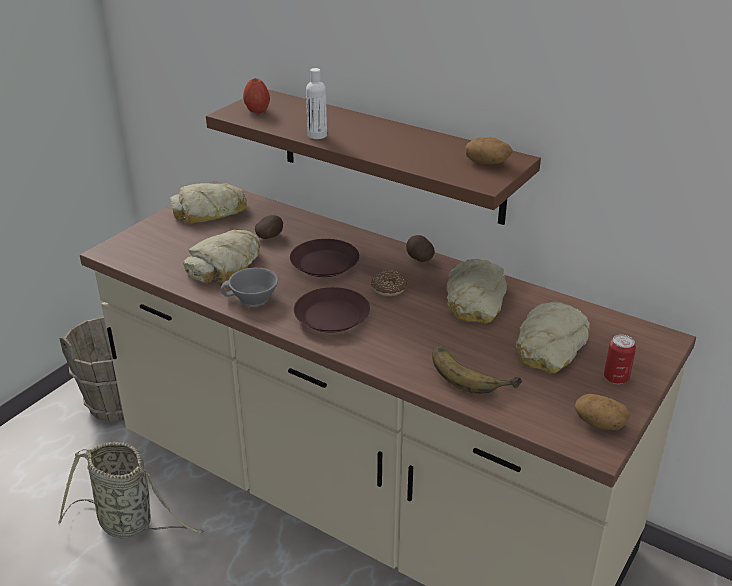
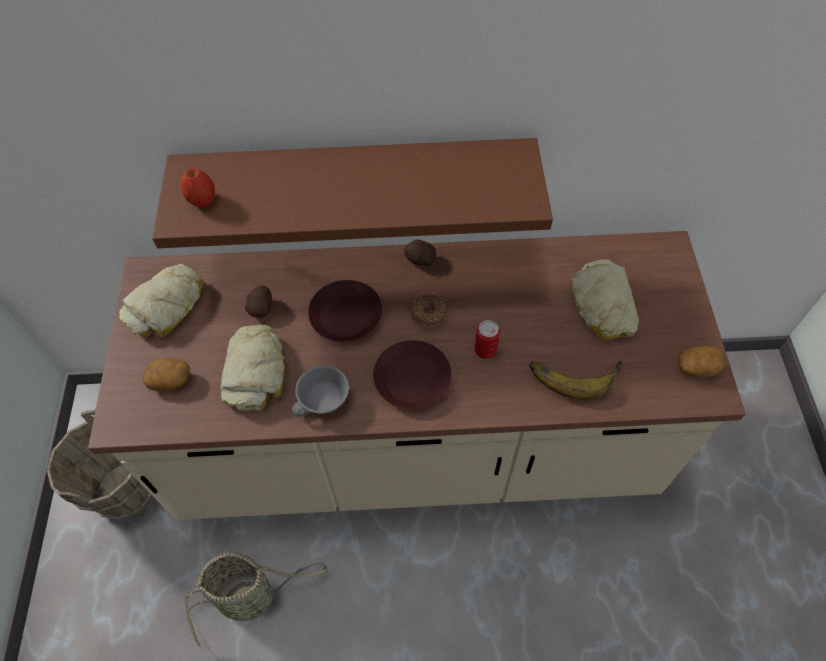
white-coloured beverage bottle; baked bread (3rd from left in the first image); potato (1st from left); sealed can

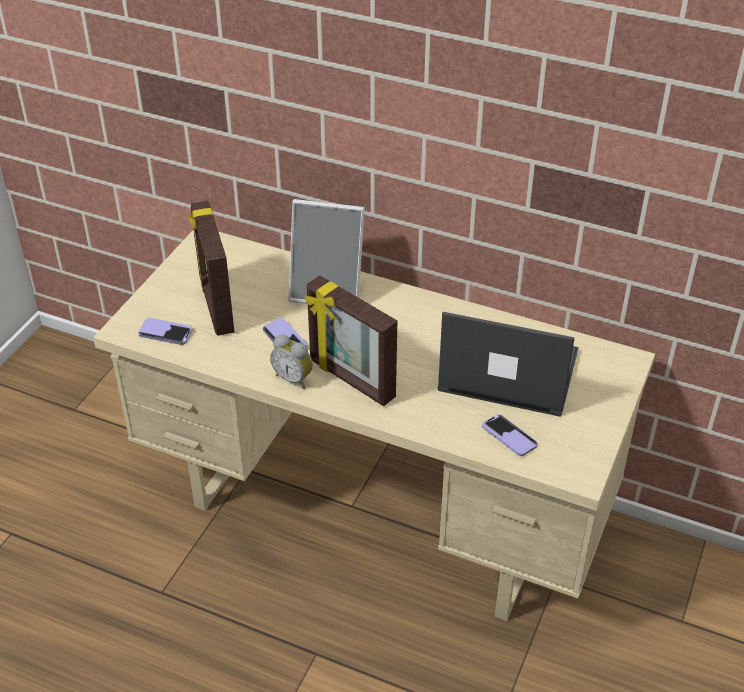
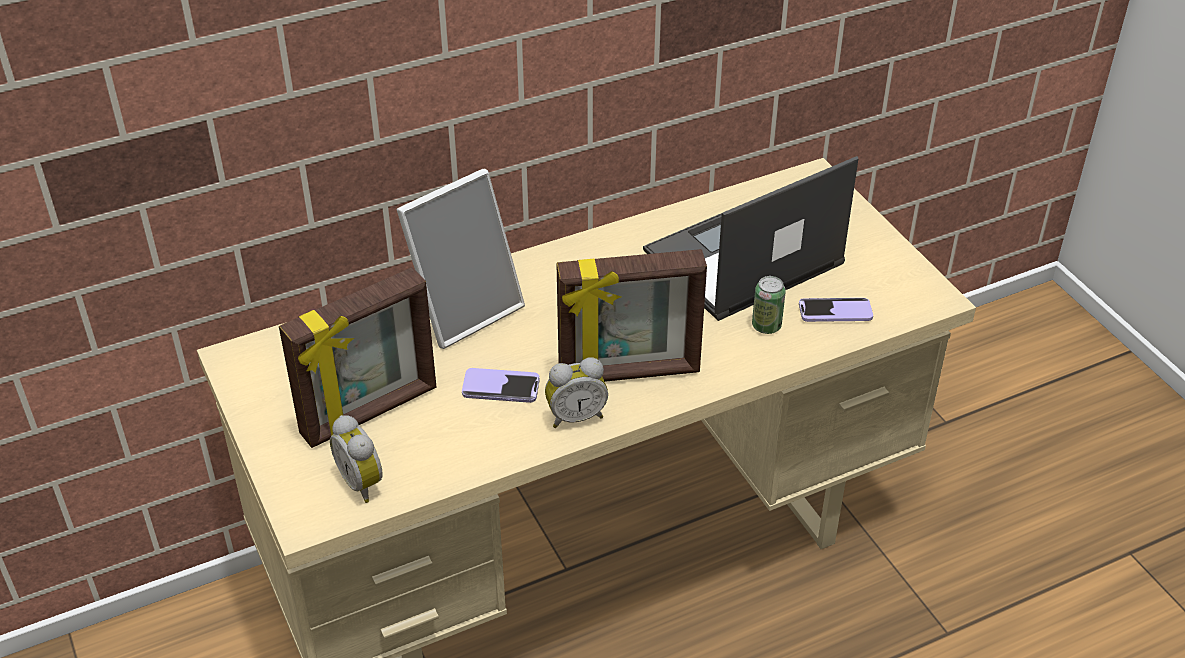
sealed can; alarm clock (1st from left); standing frame (1st from left)

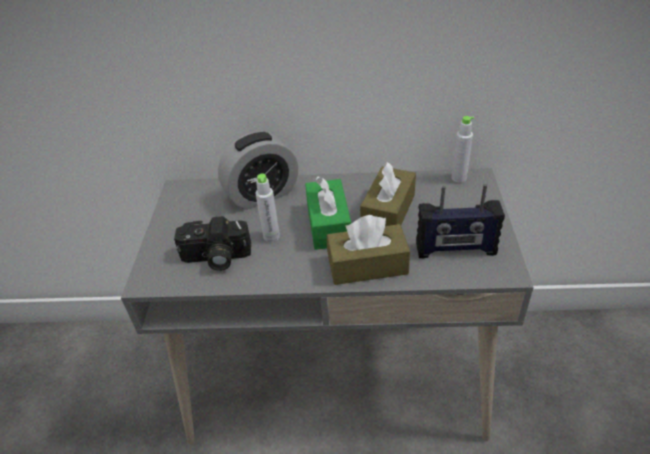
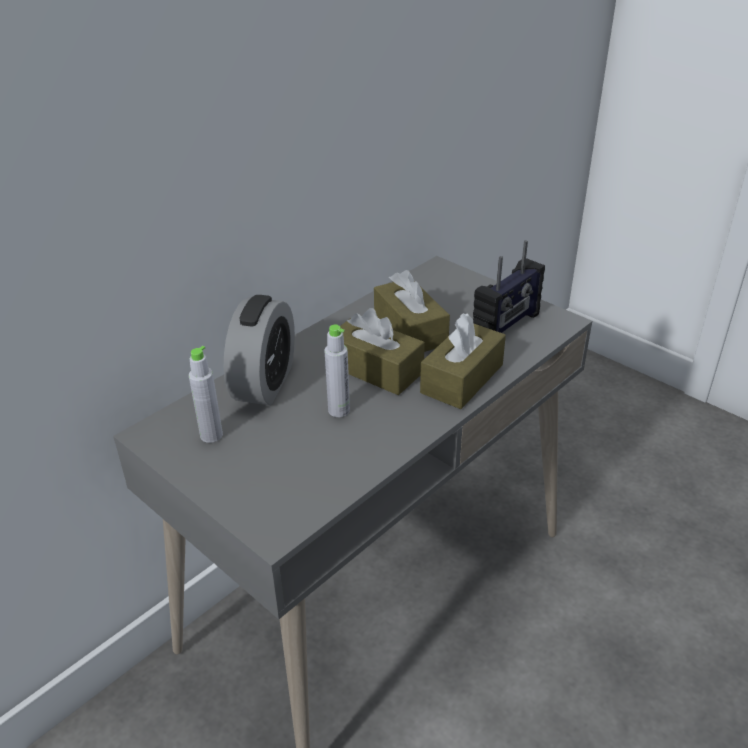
still camera; greyish beverage bottle (1st from left); brownish tissue box (1st from left)

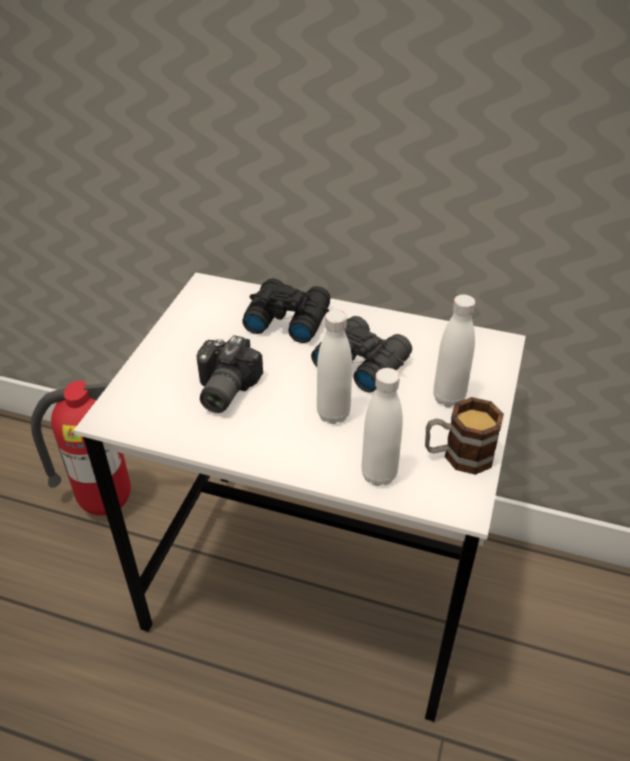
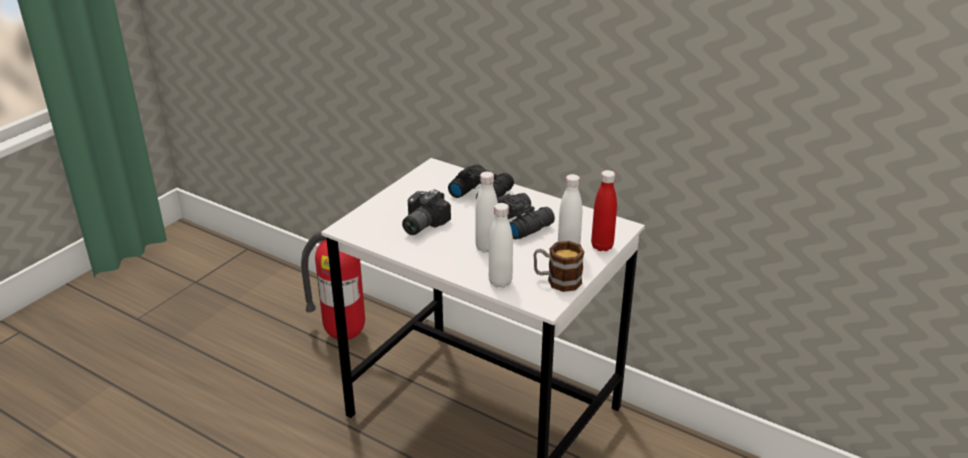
red-coloured beverage bottle

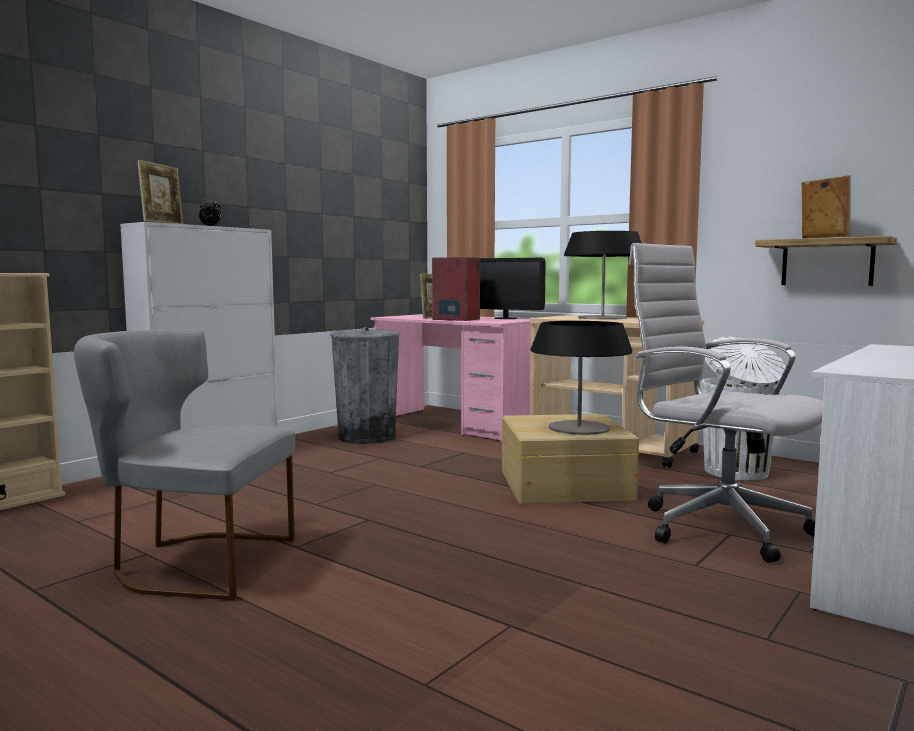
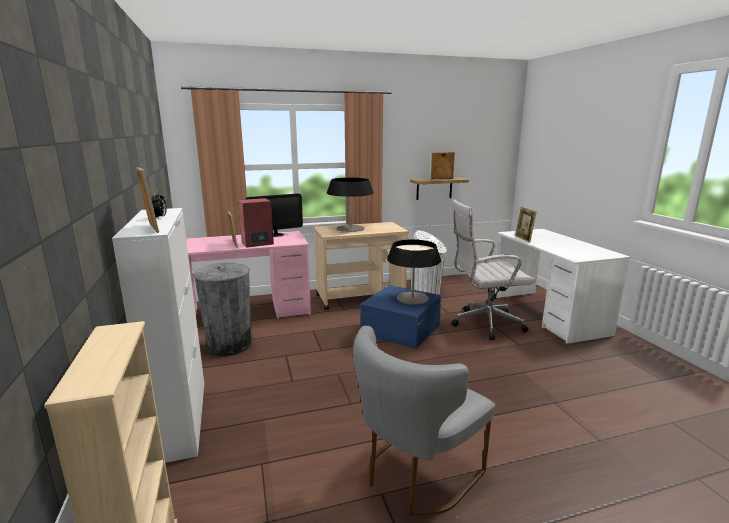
standing frame (4th from left); blue-coloured storage box

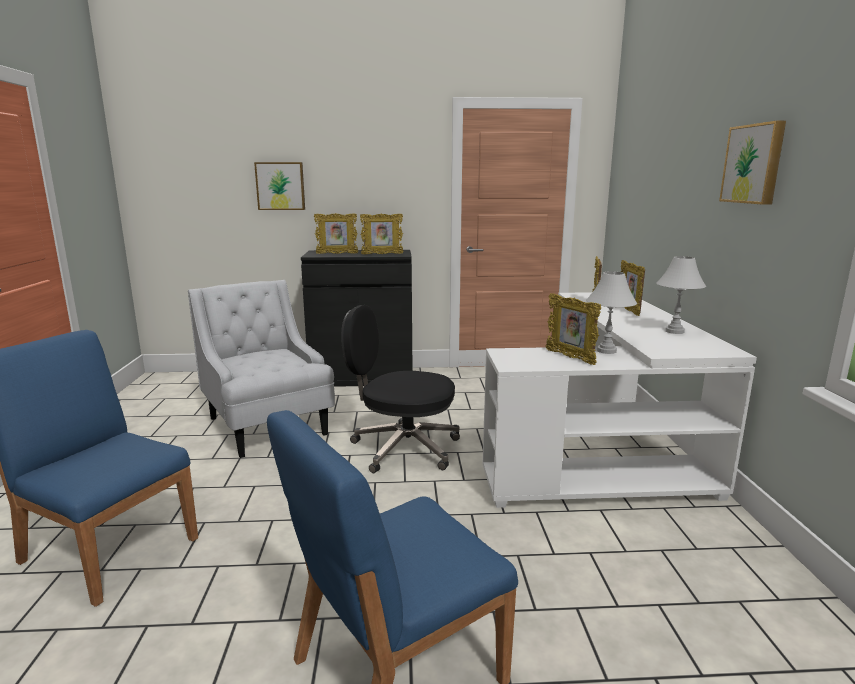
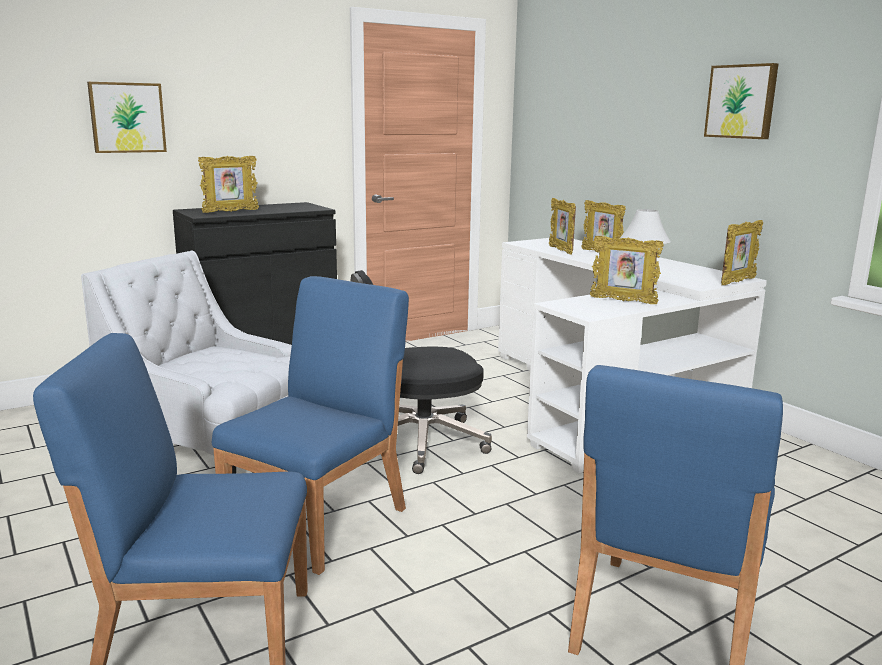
white-coloured tabletop lamp (2nd from left in the first image); blue-coloured plain chair (2nd from left); standing frame (5th from left)

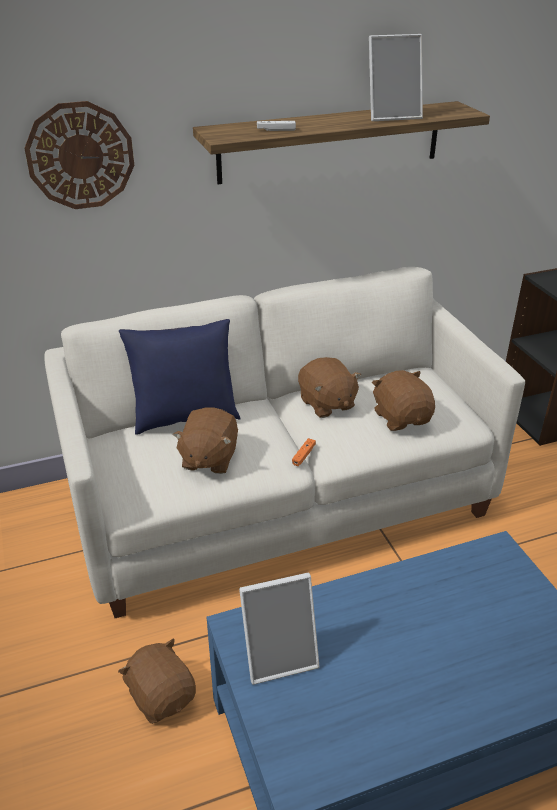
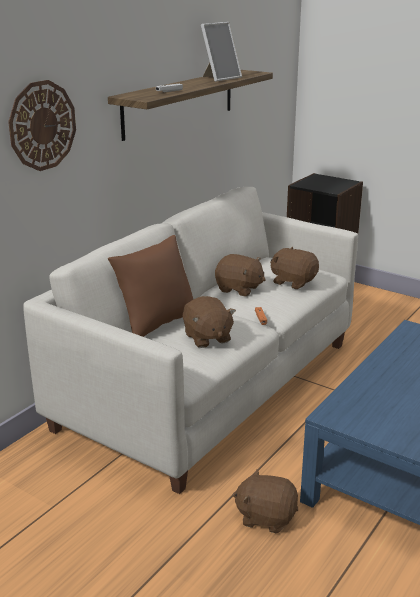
standing frame (1st from left in the first image); brownish throw pillow

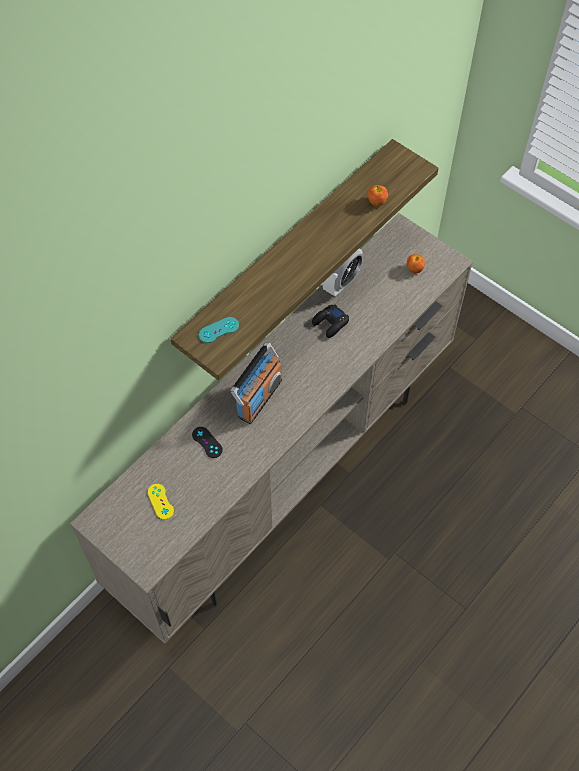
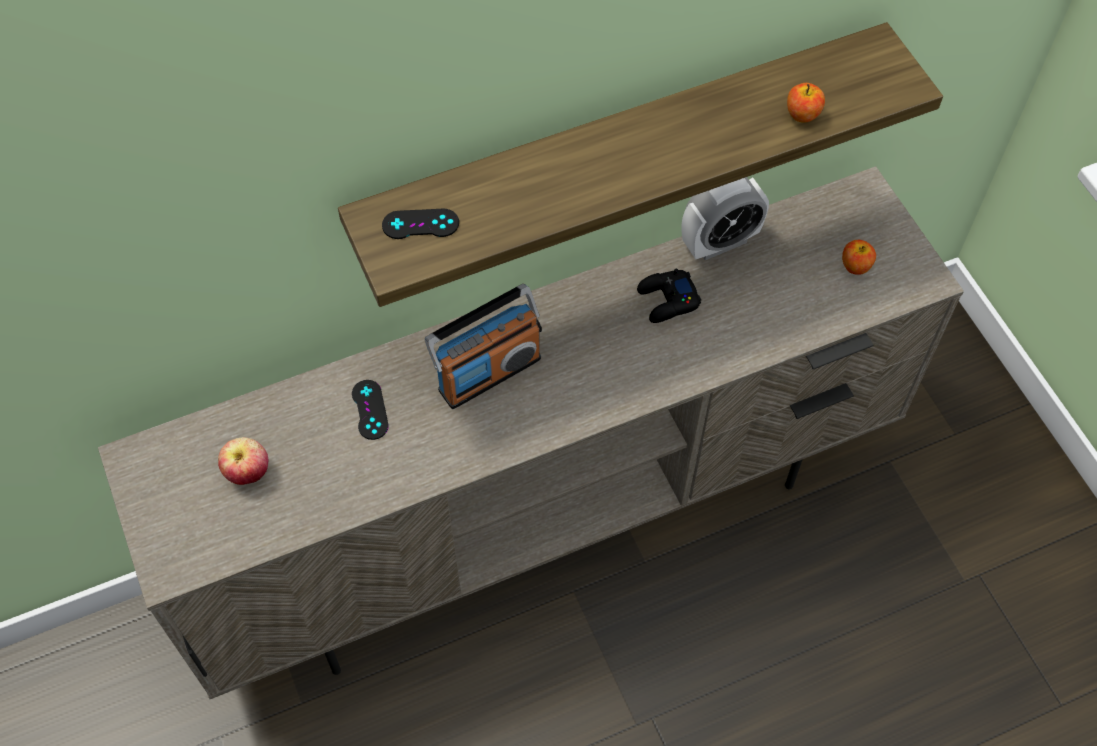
apple fruit (1st from left); black-coloured joypad (2nd from left)

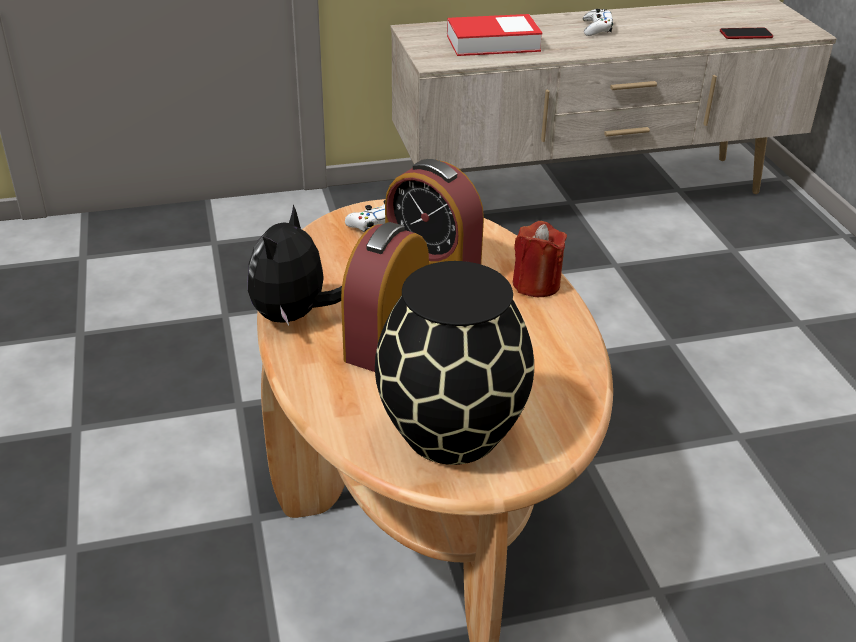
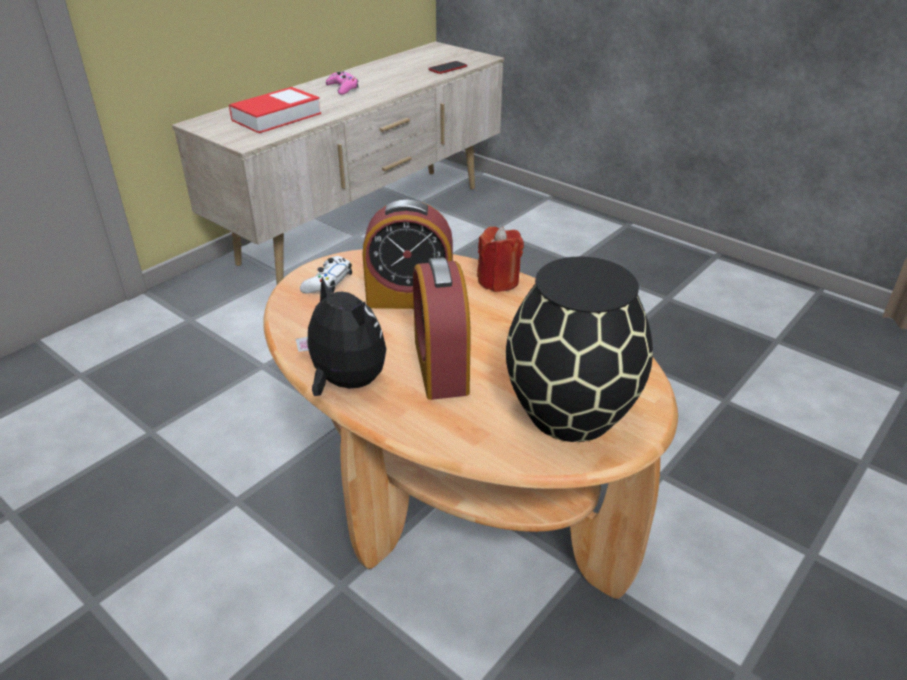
pinkish joypad; cuddly toy

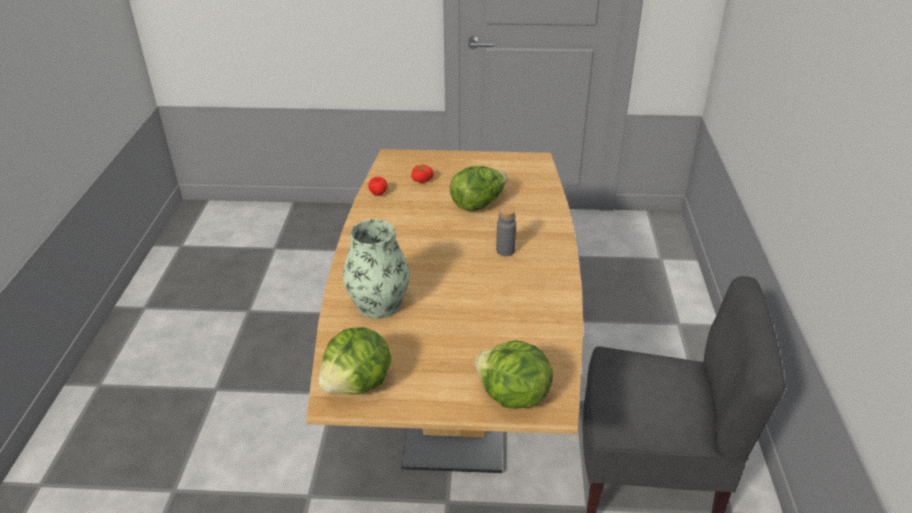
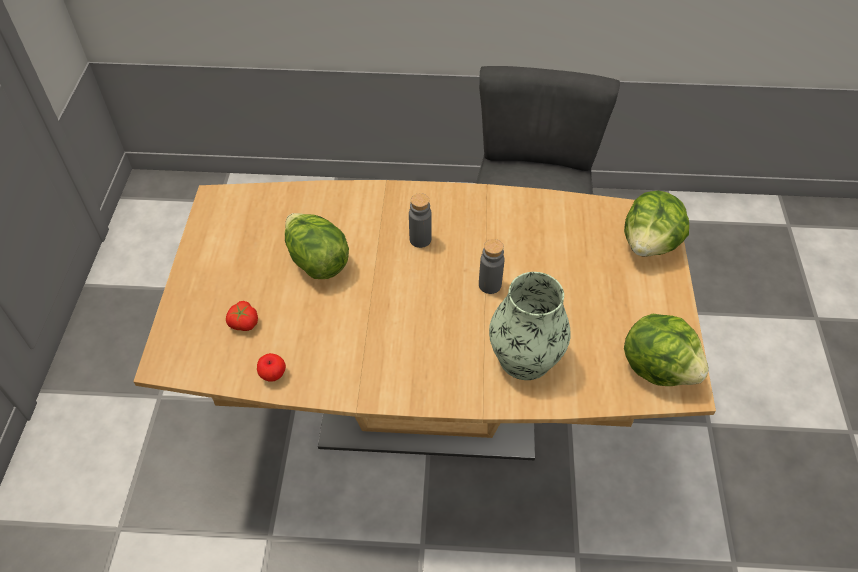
greyish beverage bottle (2nd from left)

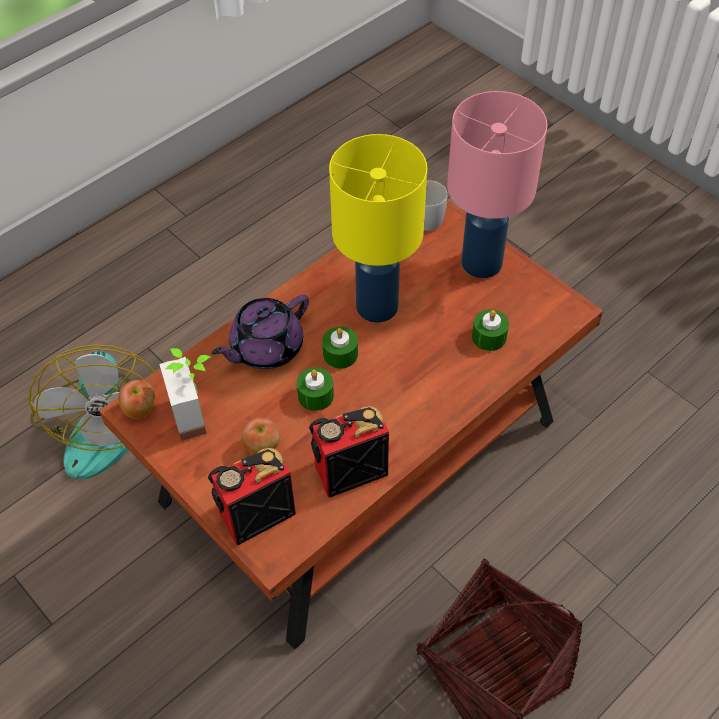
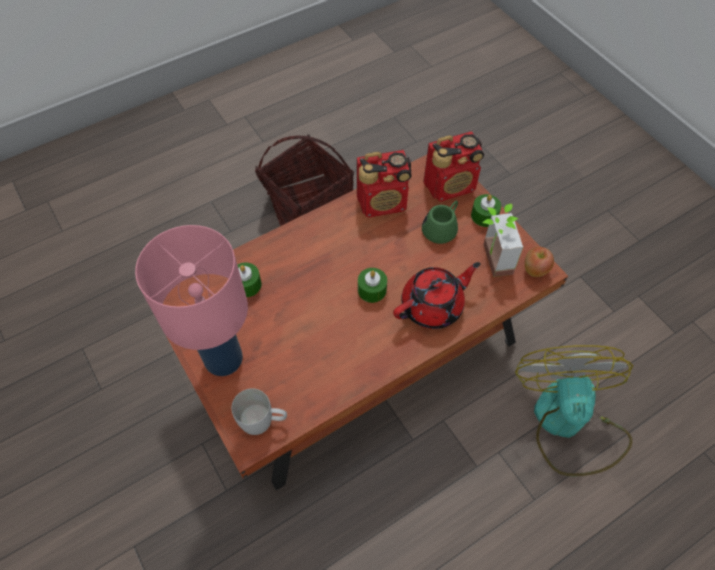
yellowish tabletop lamp; greenish wax light (3rd from left); greenish tea mug; red-coloured tea pot

